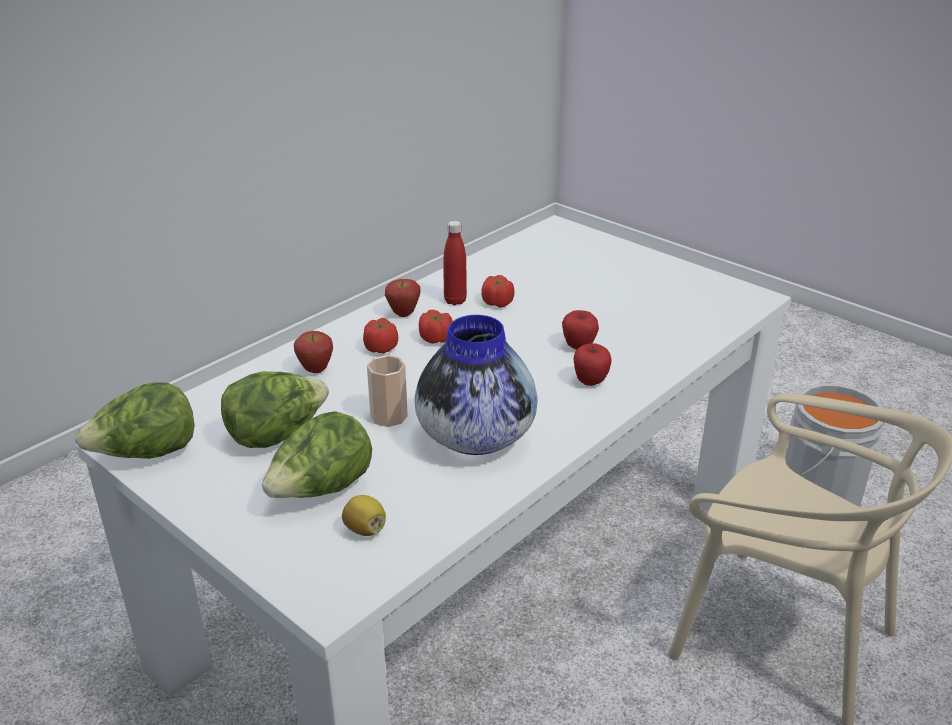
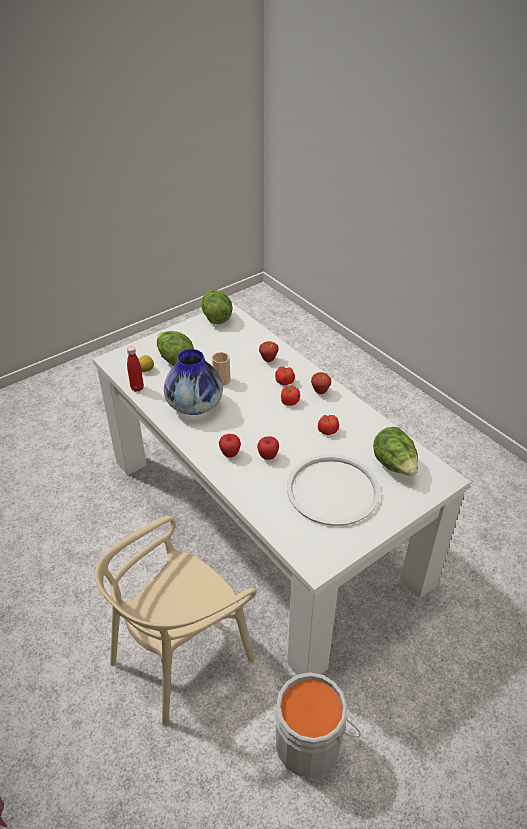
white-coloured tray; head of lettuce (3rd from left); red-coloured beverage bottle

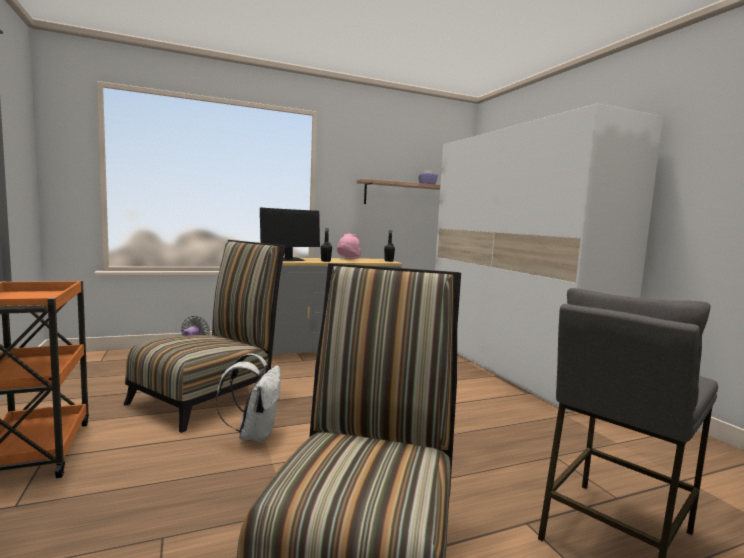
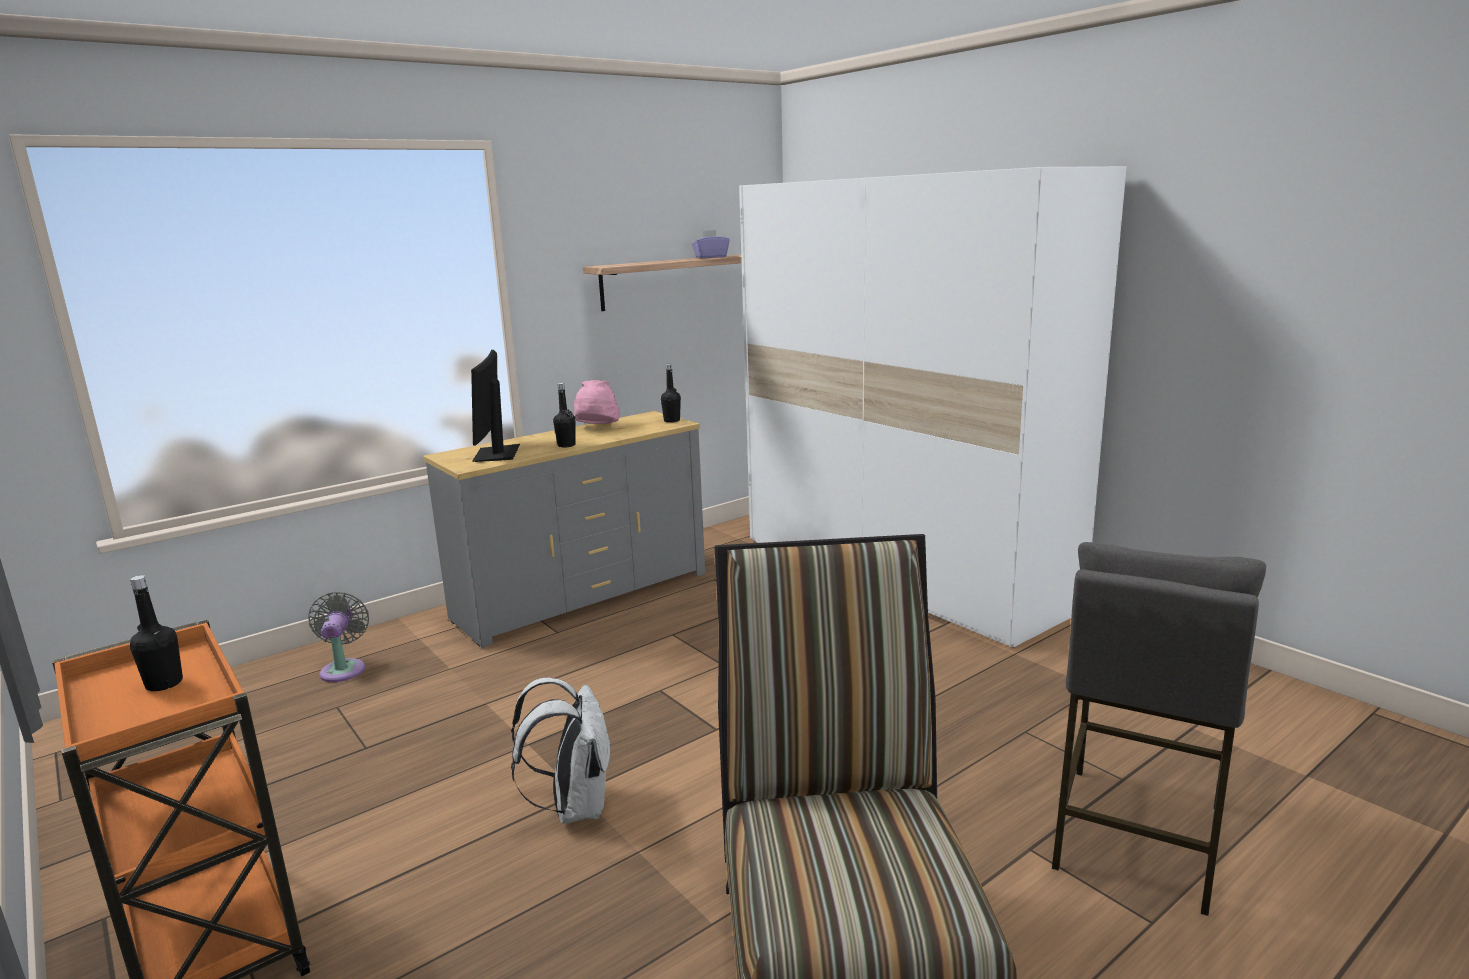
plain chair (1st from left in the first image); black-coloured beverage bottle (1st from left); monitor

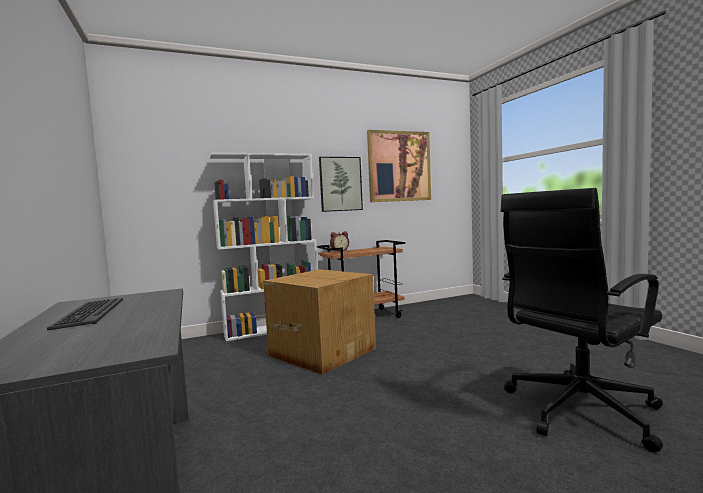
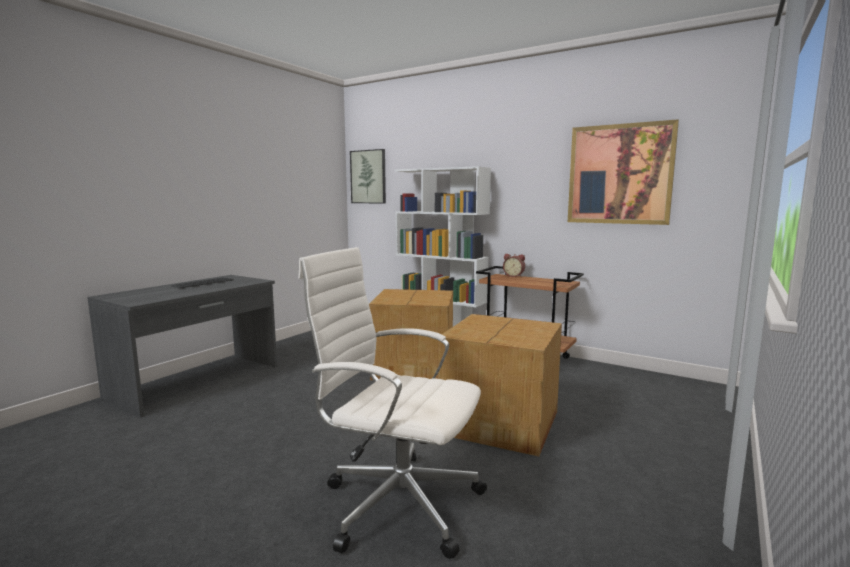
packing box (2nd from left); picture (1st from left); white-coloured computer chair

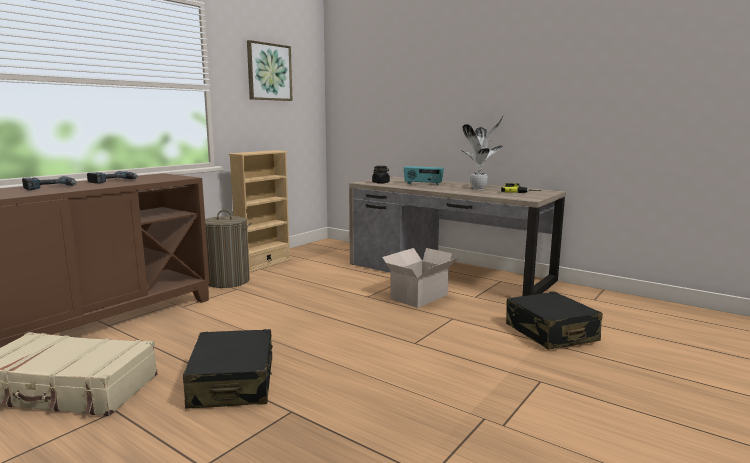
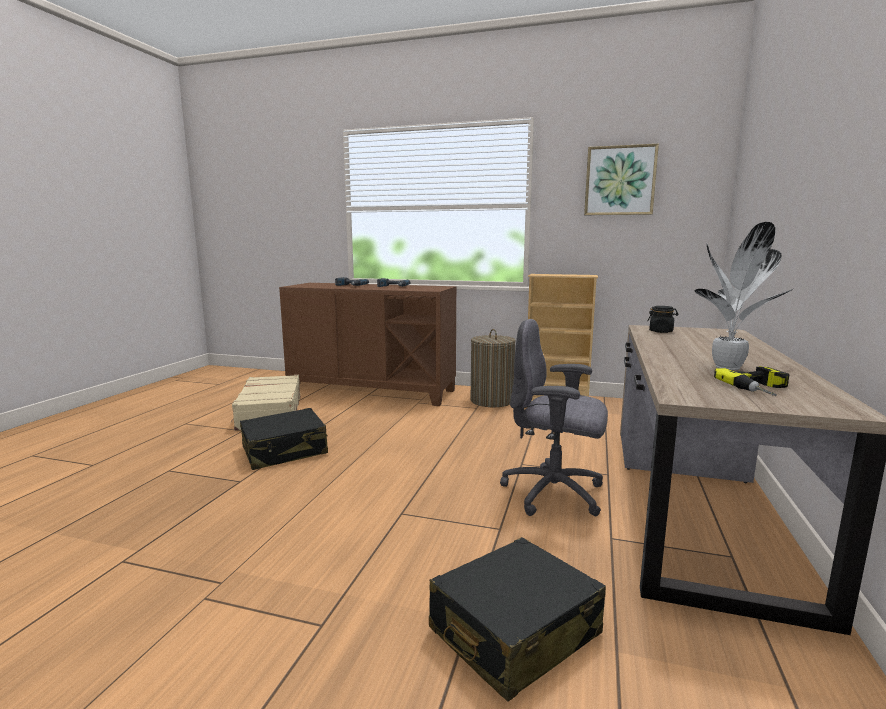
radio receiver; greyish computer chair

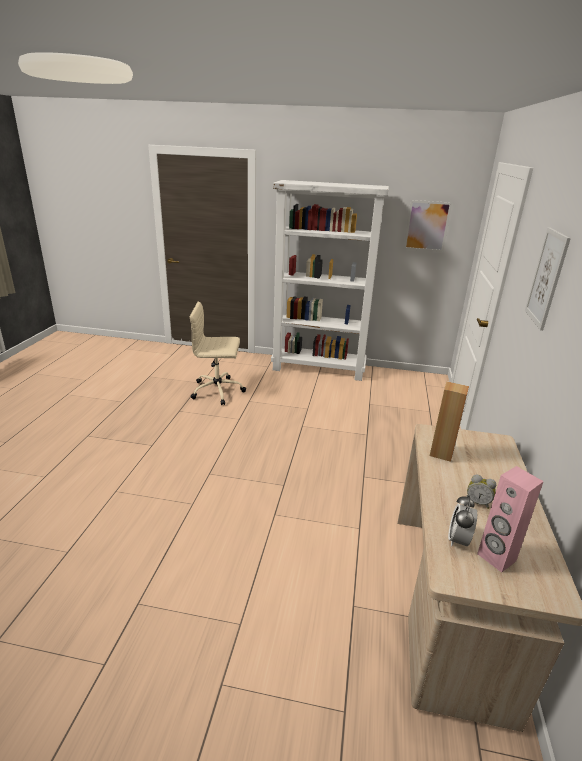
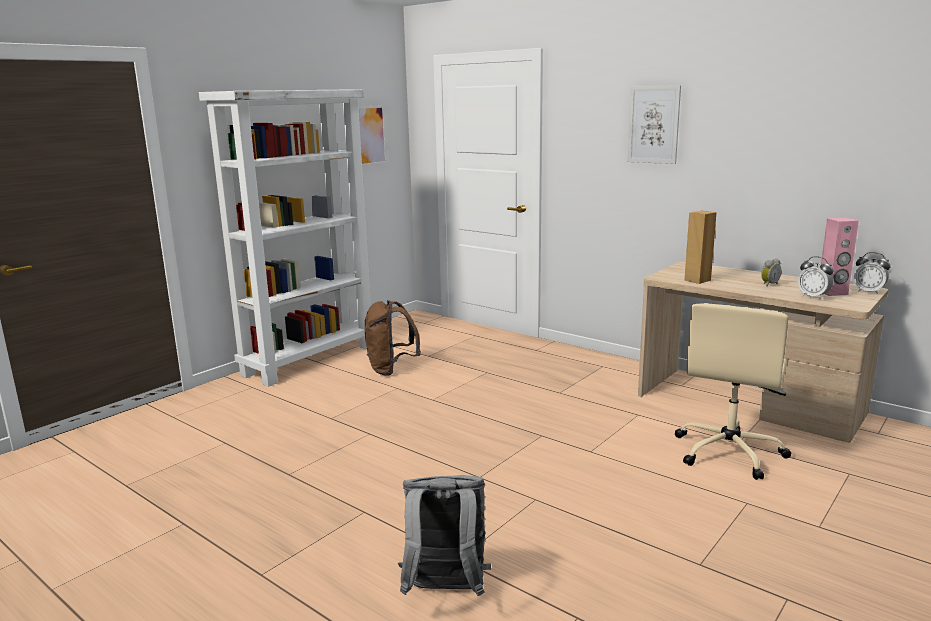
brownish backpack; greyish backpack; alarm clock (3rd from left); beige-coloured computer chair

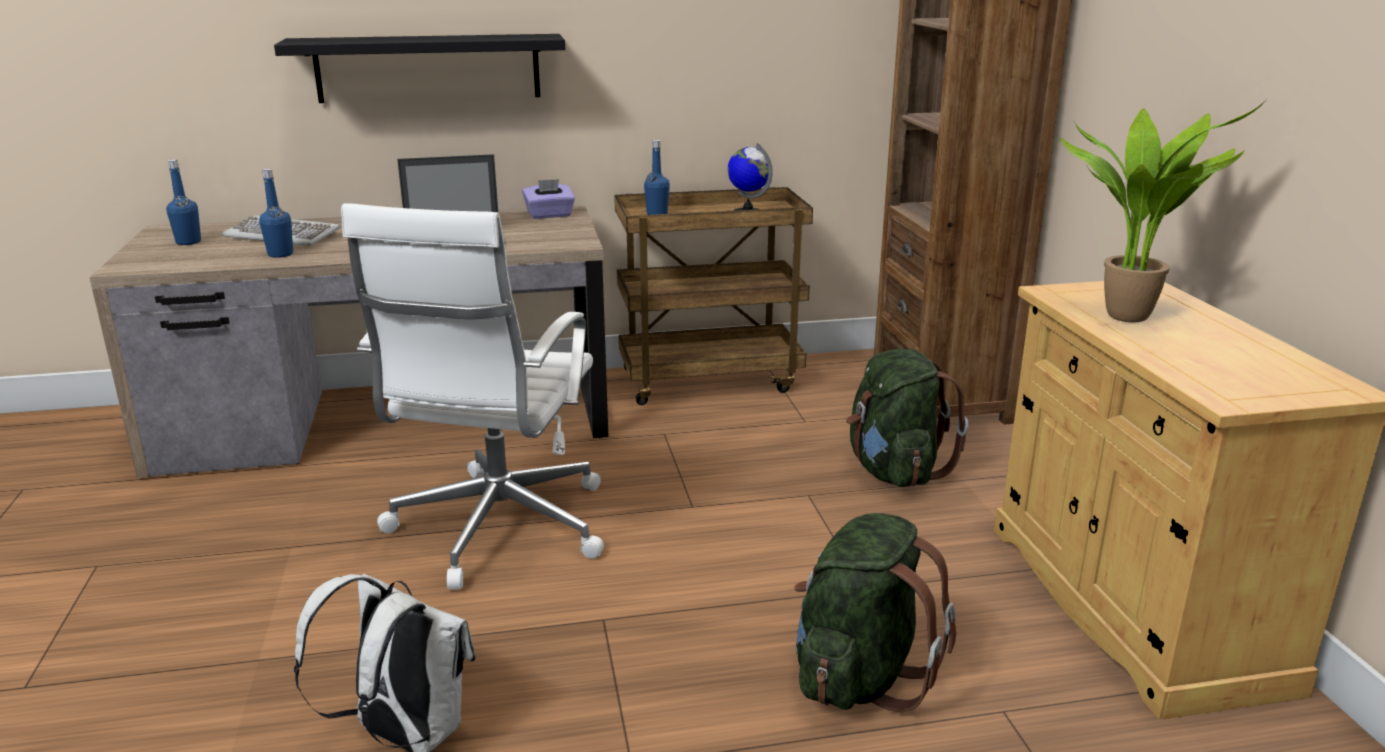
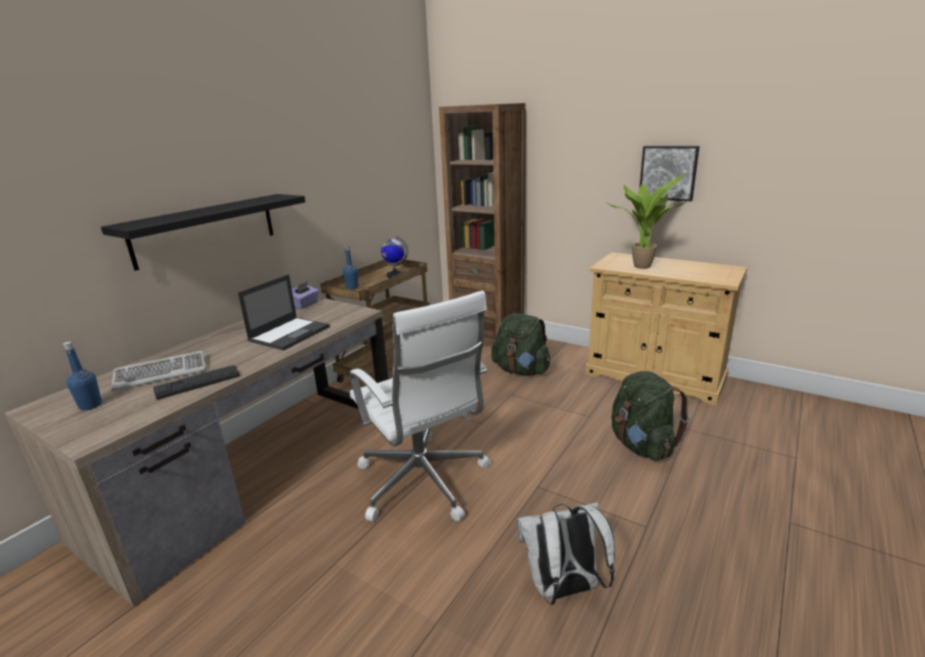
picture; keyboard (2nd from left)

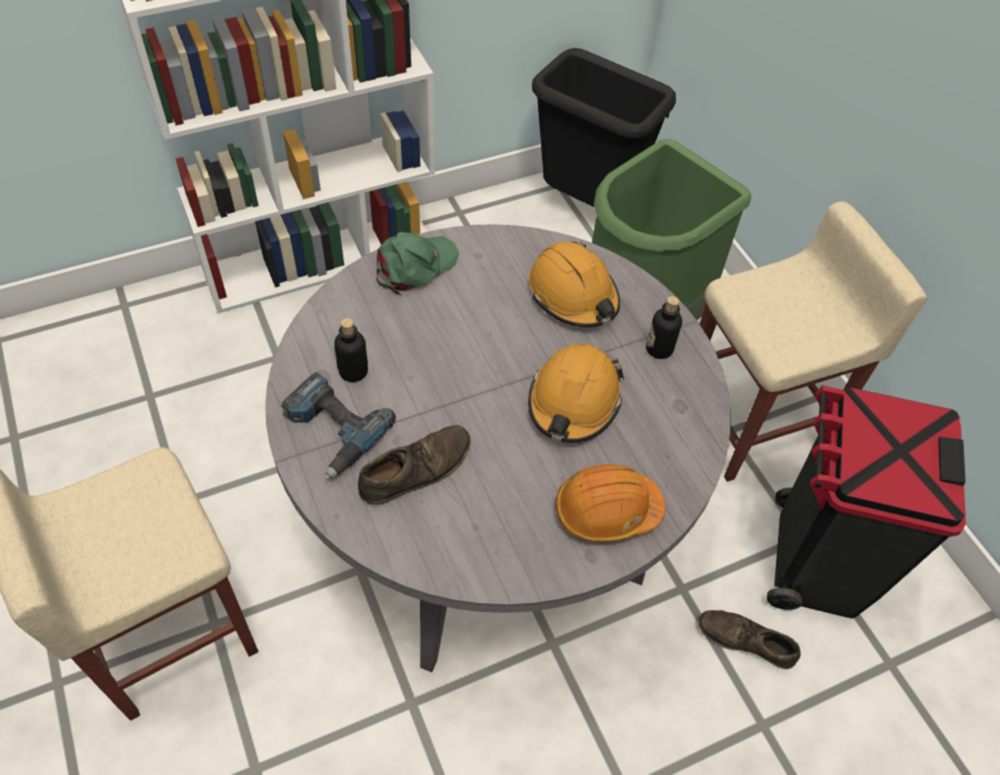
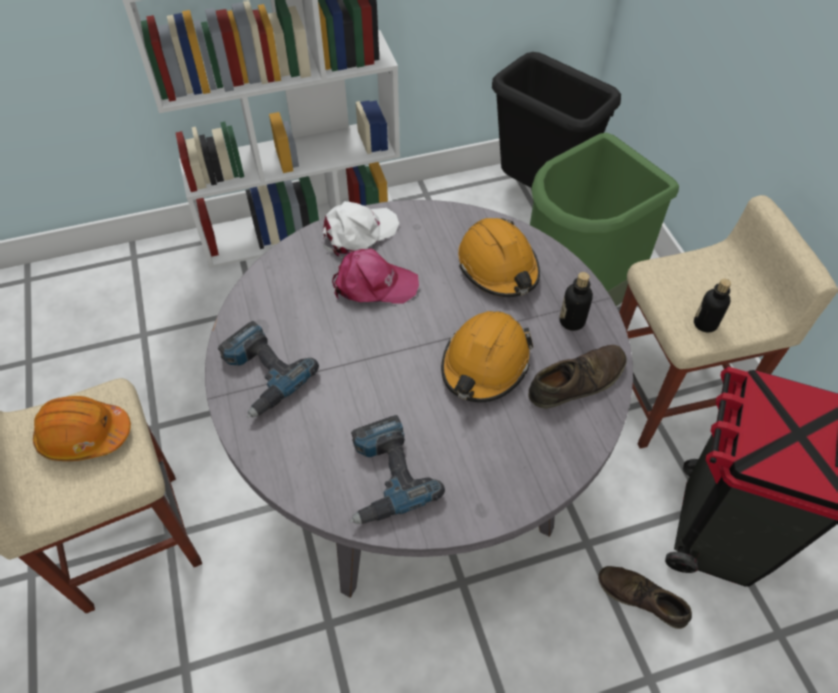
pinkish cap; power drill (2nd from left); beverage bottle (2nd from left); brownish low shoe (1st from left); orange work helmet (1st from left); white-coloured cap

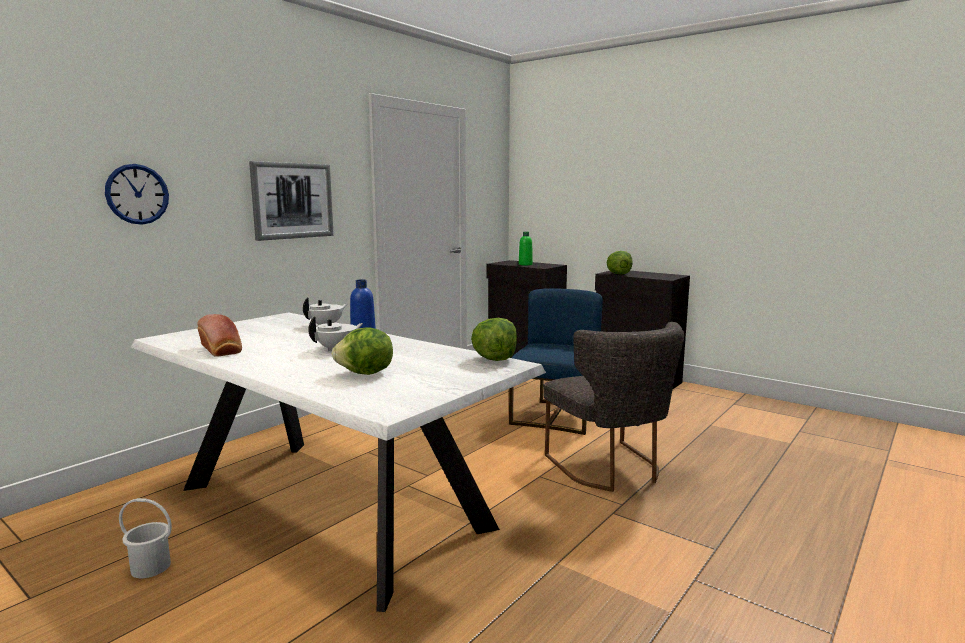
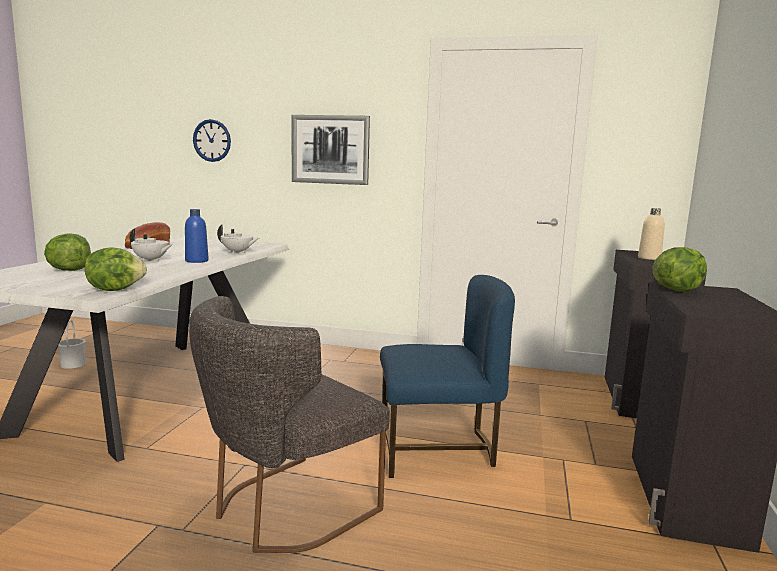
beige-coloured beverage bottle

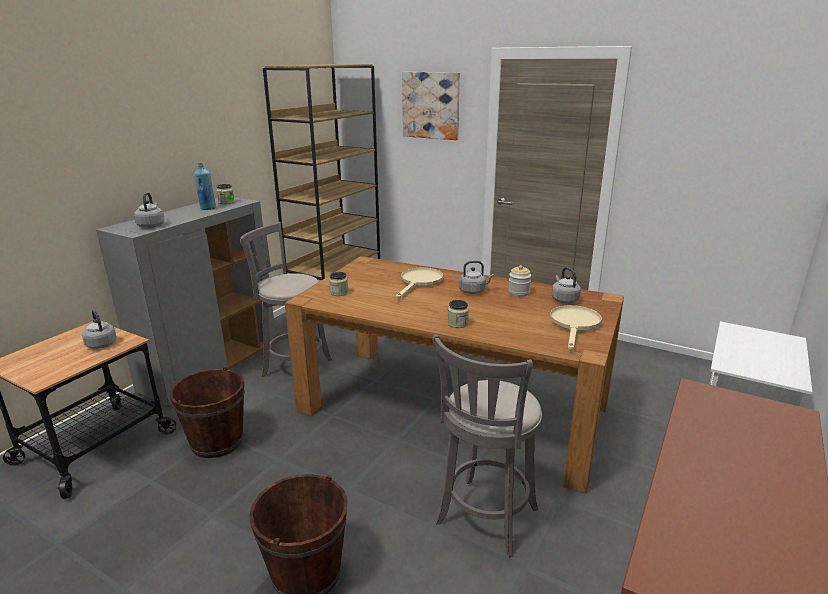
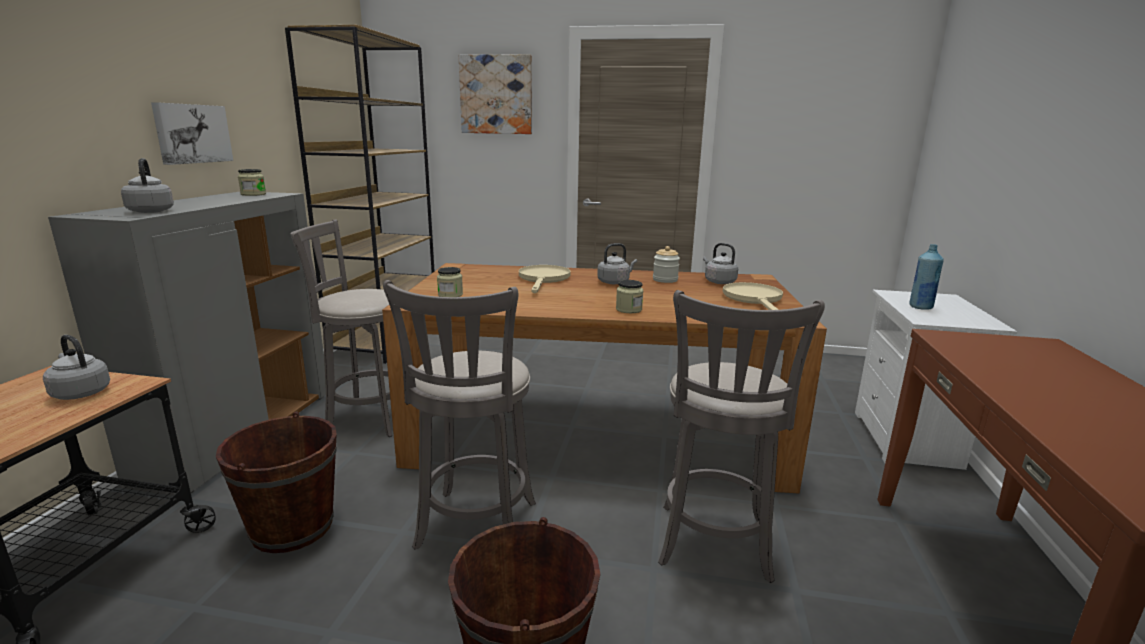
picture (1st from left); greyish stool seat (2nd from left); blue-coloured beverage bottle

